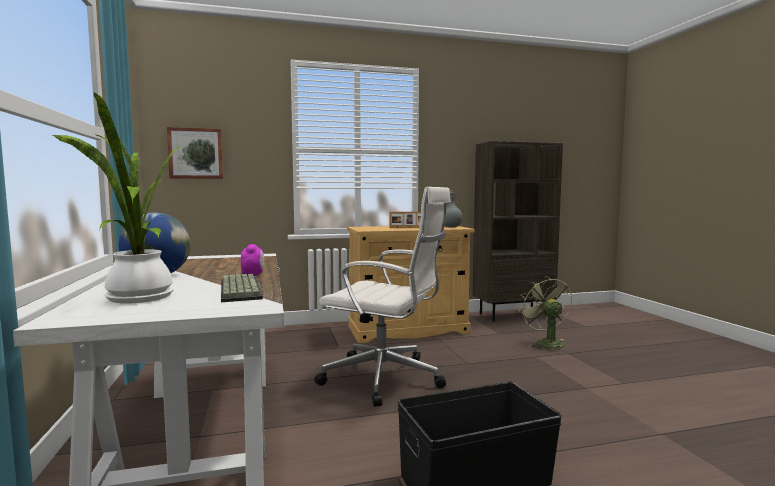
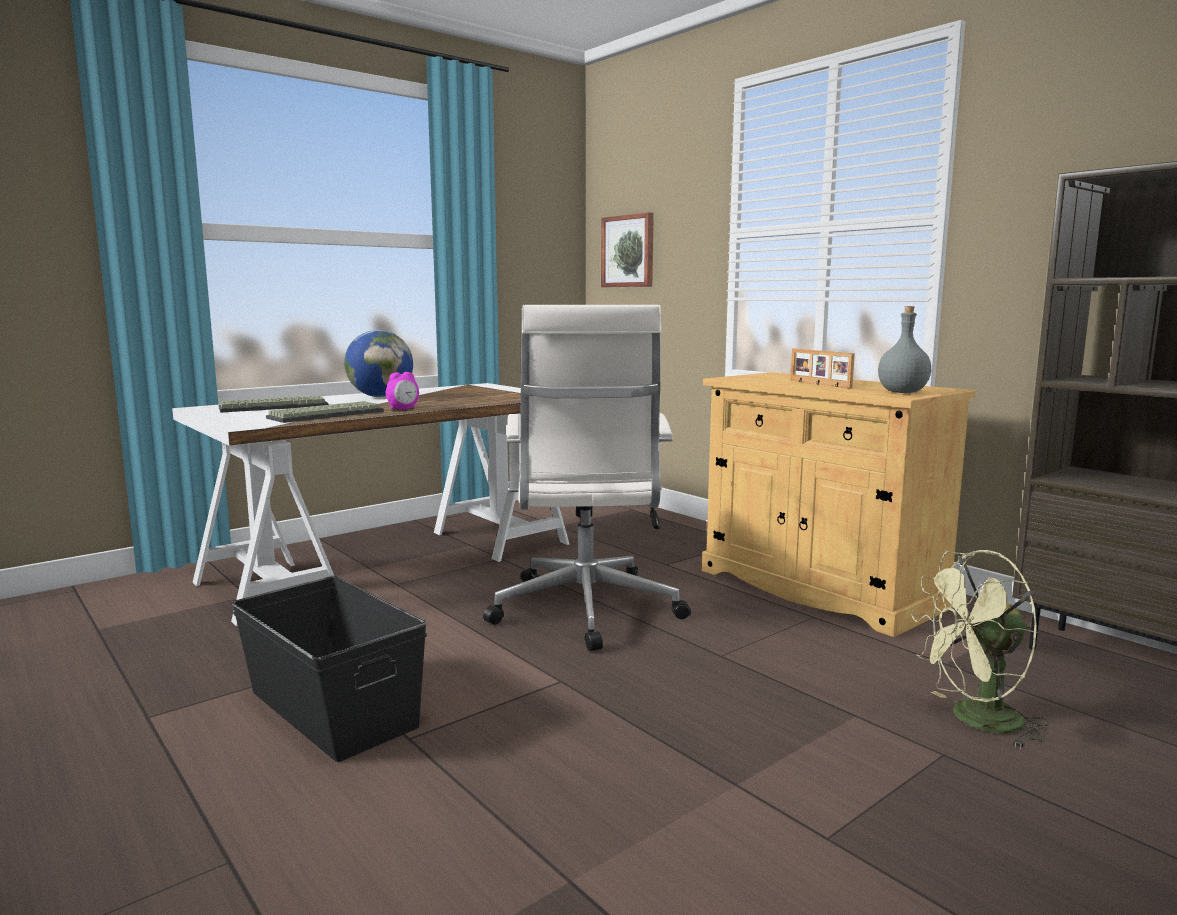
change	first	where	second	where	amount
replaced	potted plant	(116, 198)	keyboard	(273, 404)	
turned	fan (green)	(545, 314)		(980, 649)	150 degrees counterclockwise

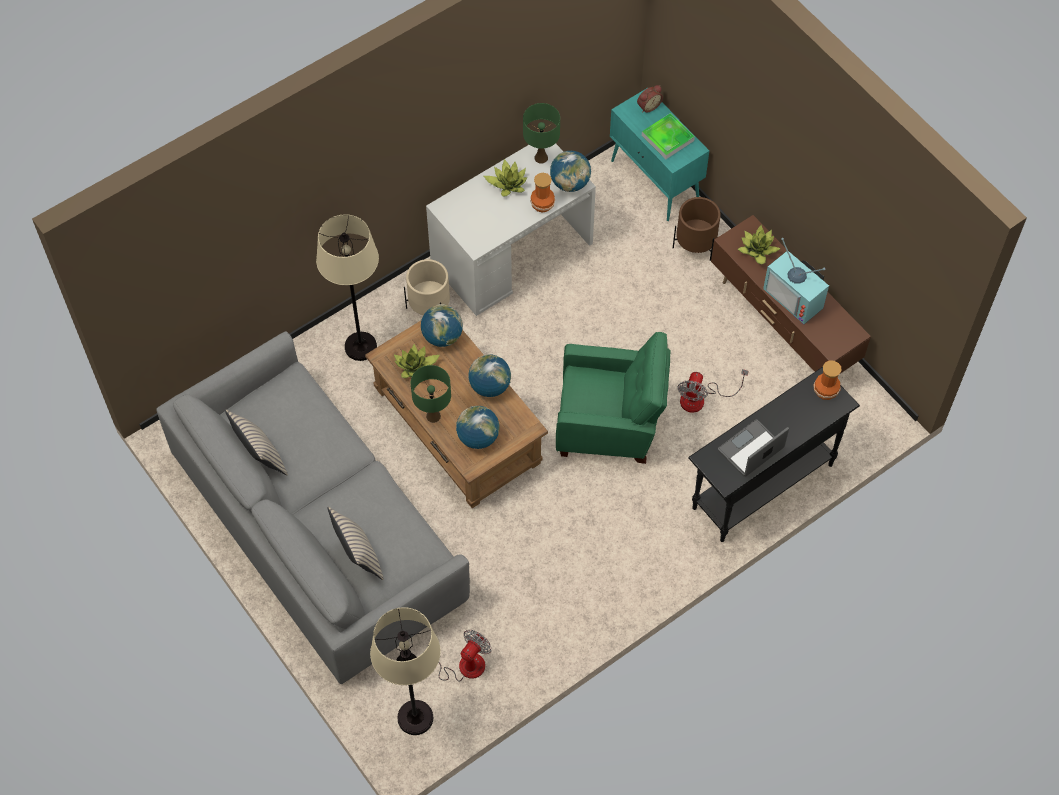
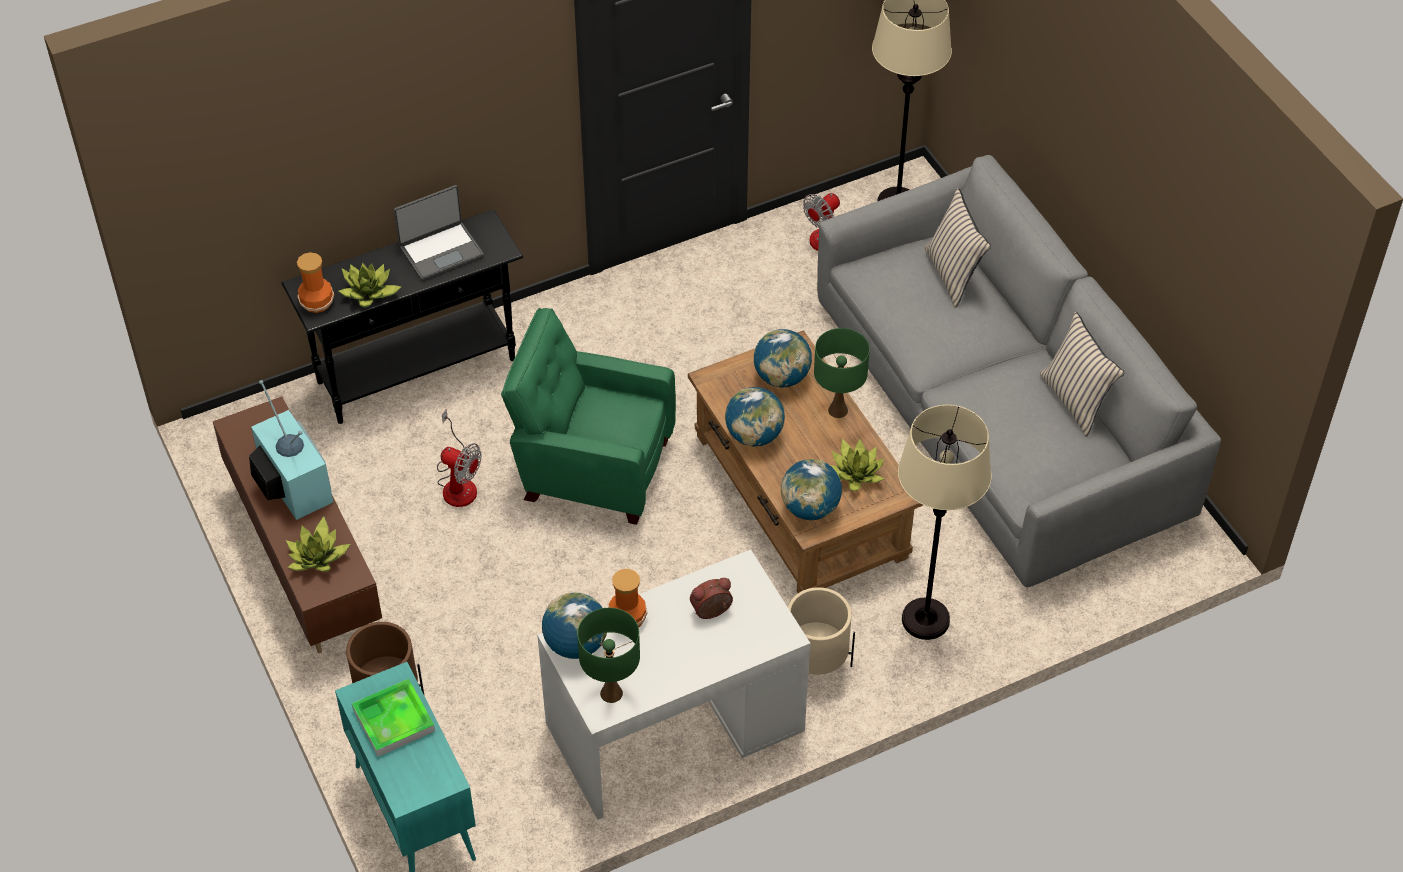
change	first	where	second	where	amount
moved	potted plant	(505, 177)		(370, 285)	
moved	alarm clock	(650, 99)		(711, 598)	
turned	fan	(712, 391)		(459, 458)	90 degrees clockwise

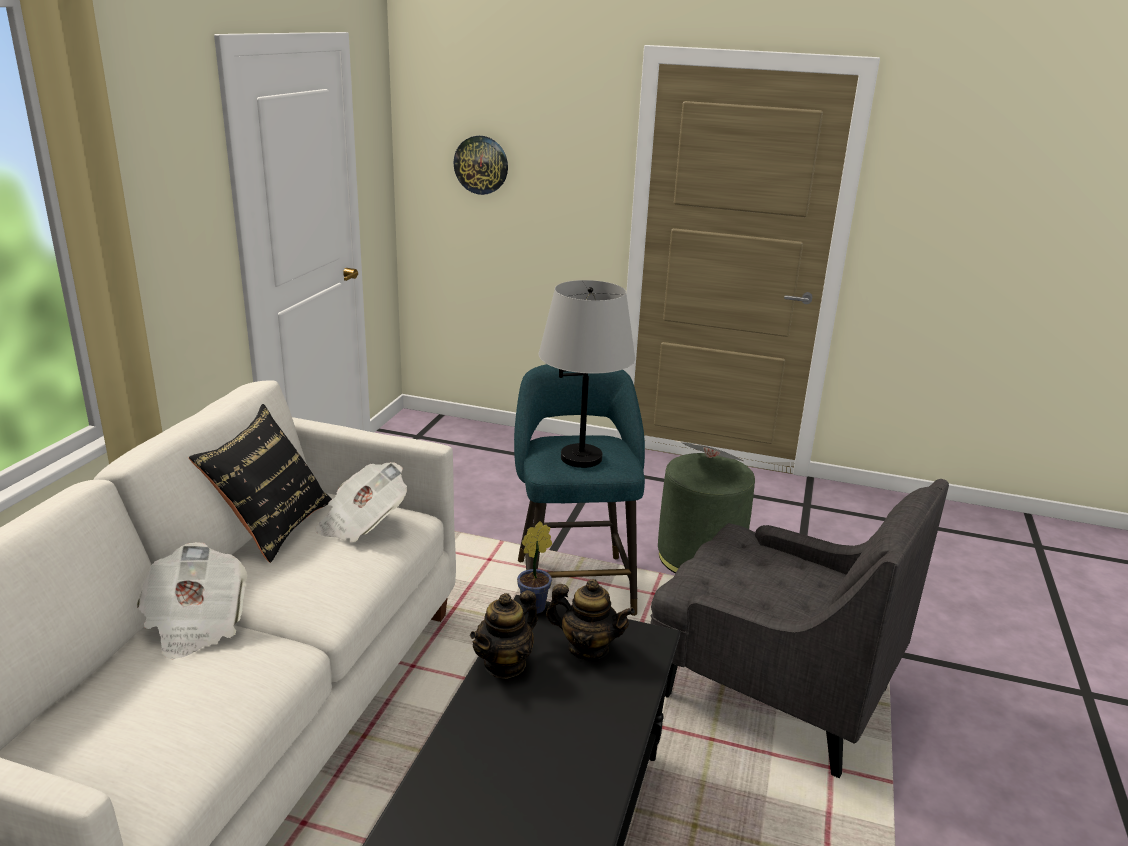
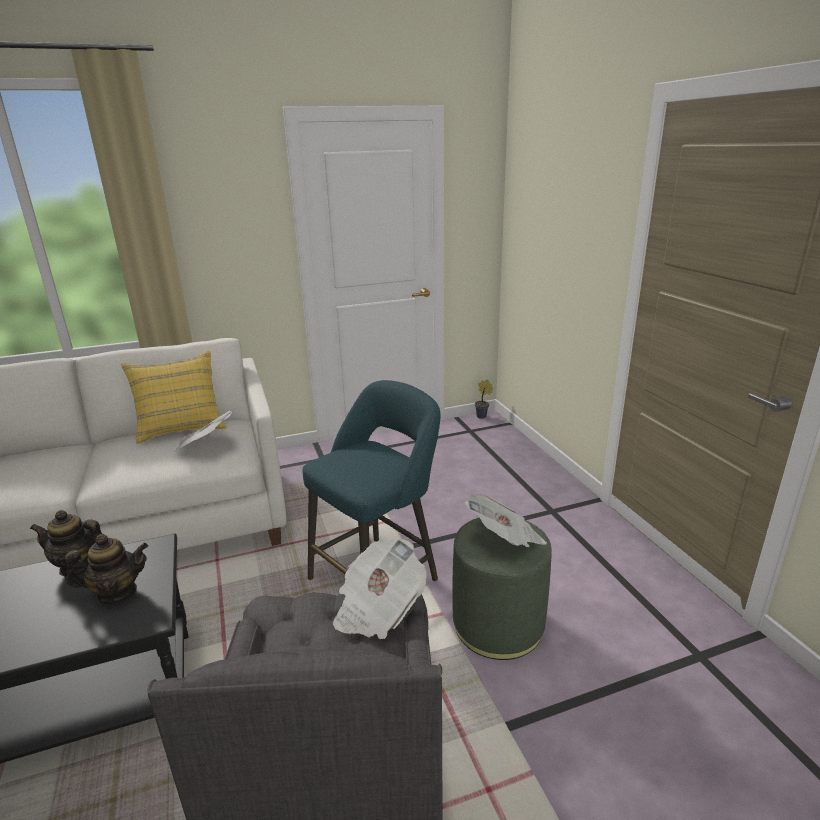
change	first	where	second	where	amount
moved	newspaper	(192, 600)		(380, 589)	
recoloured	pillow (black)	(260, 483)	pillow (yellow)	(174, 397)	
removed	wall clock	(480, 165)			
moved	potted plant	(534, 567)		(484, 399)	
removed	table lamp (grey)	(587, 374)			
turned	teapot	(590, 619)		(106, 569)	90 degrees counterclockwise

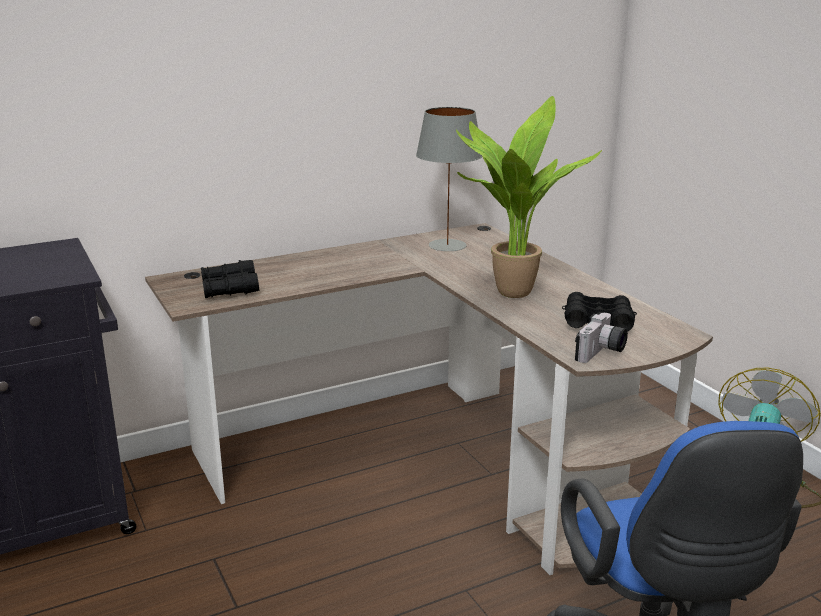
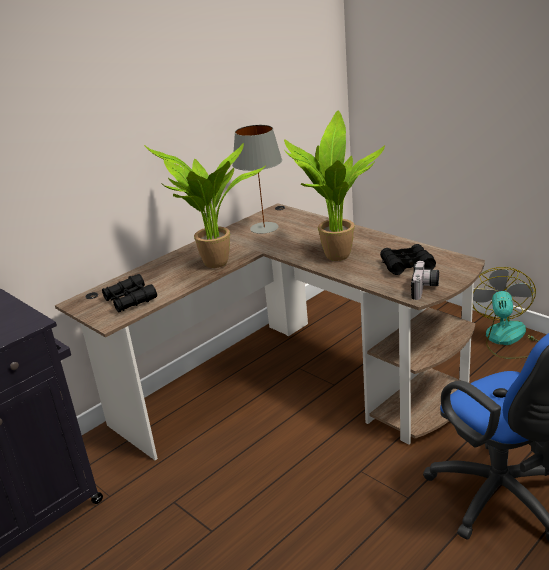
change	first	where	second	where	amount
added			potted plant	(204, 205)	

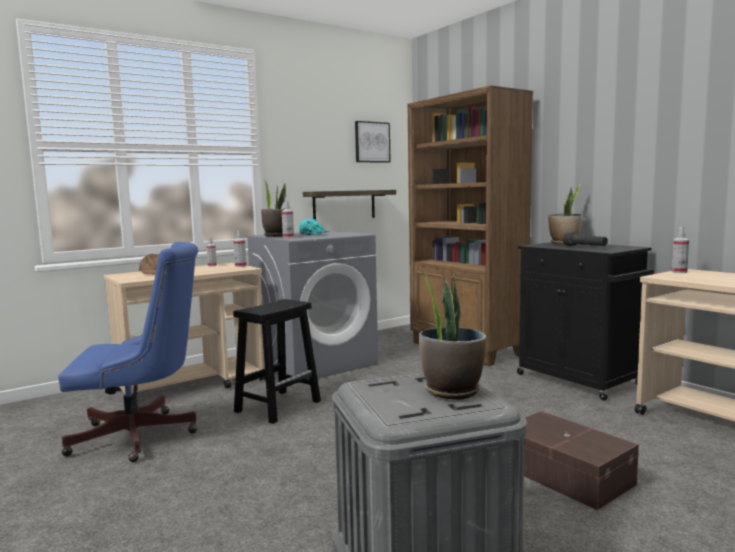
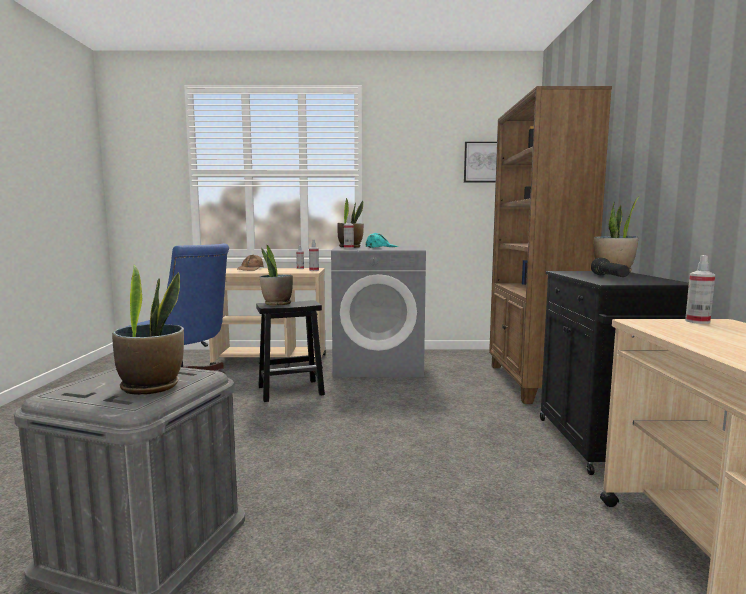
change	first	where	second	where	amount
removed	shelf	(349, 205)			
removed	storage box (brown)	(581, 460)			
added			potted plant	(276, 275)	

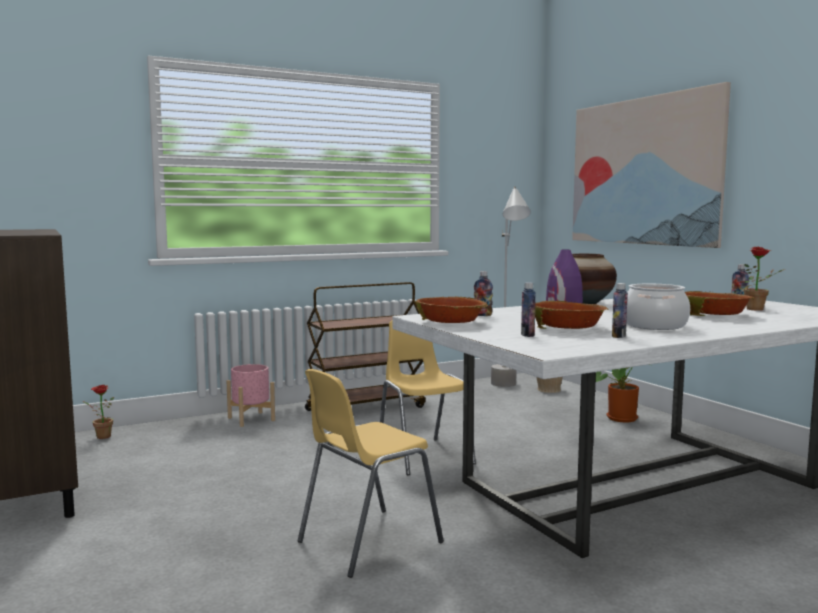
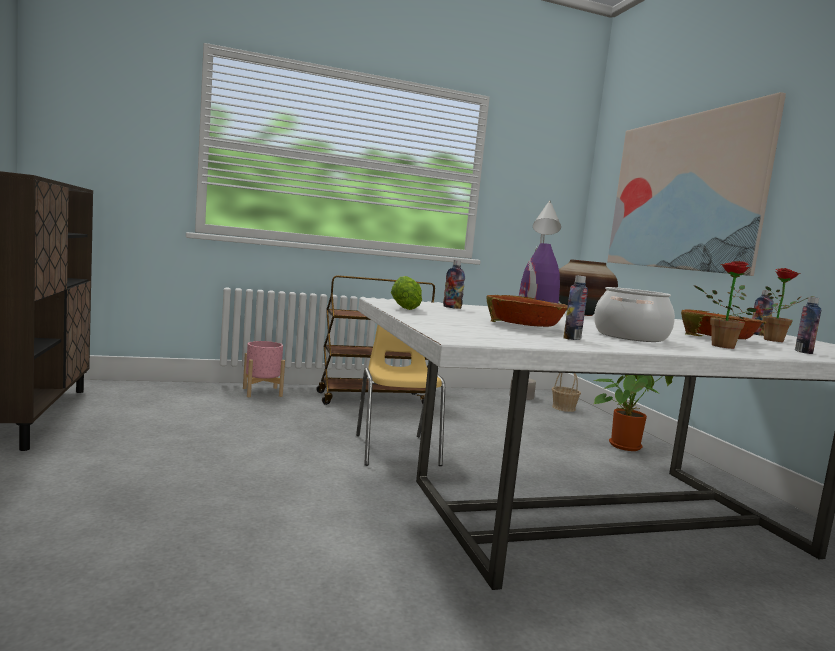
change	first	where	second	where	amount
moved	potted plant	(98, 412)		(725, 305)	
removed	chair (yellow)	(371, 473)			
replaced	bowl	(451, 310)	lettuce	(406, 293)	
moved	bottle	(528, 309)		(808, 325)	

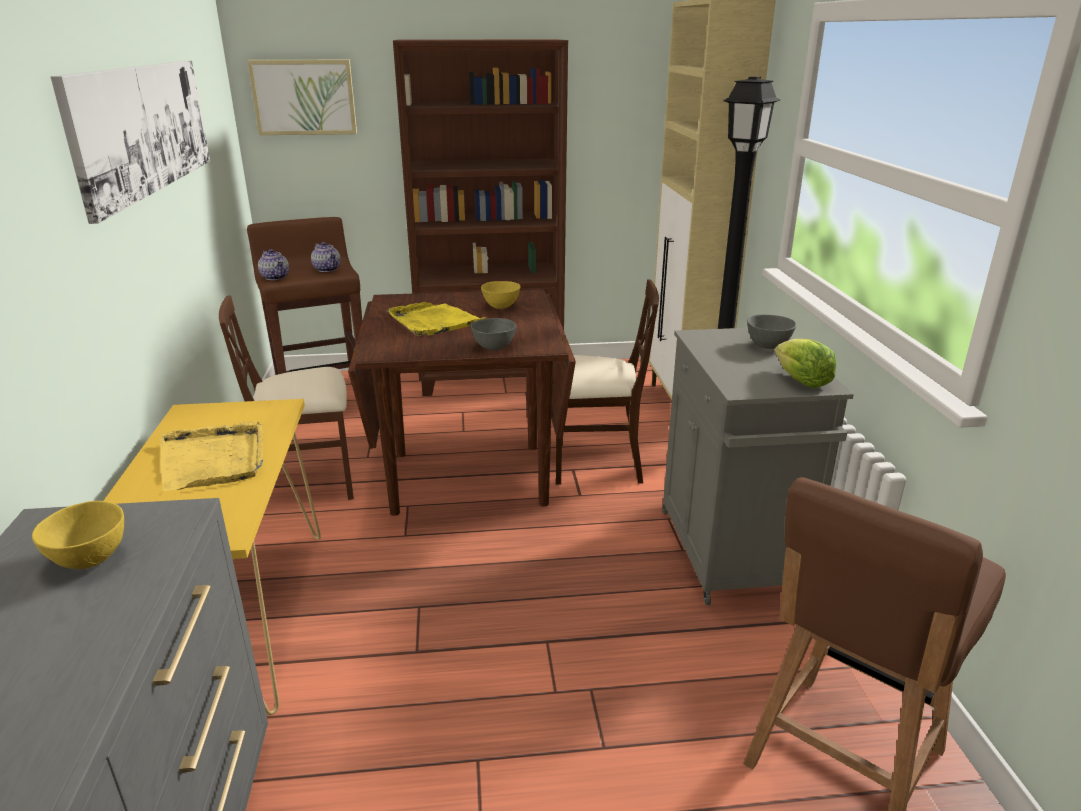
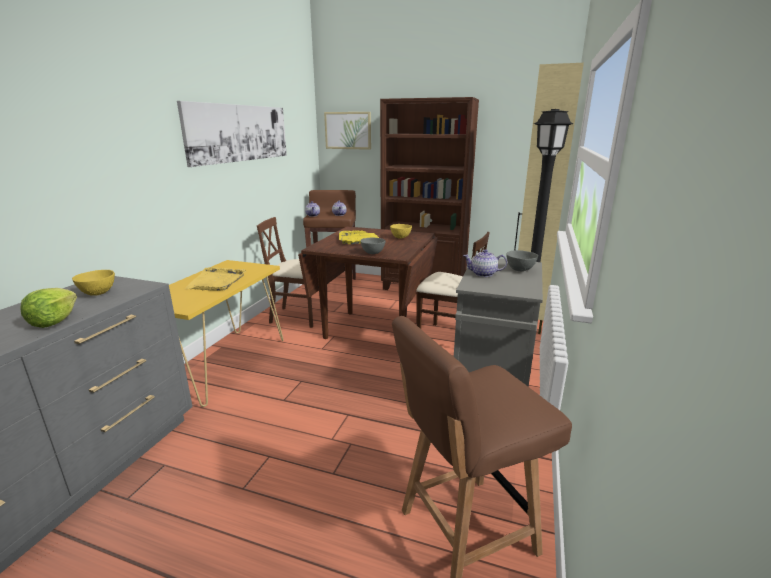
change	first	where	second	where	amount
moved	lettuce	(805, 363)		(49, 308)	
added			teapot	(485, 263)	

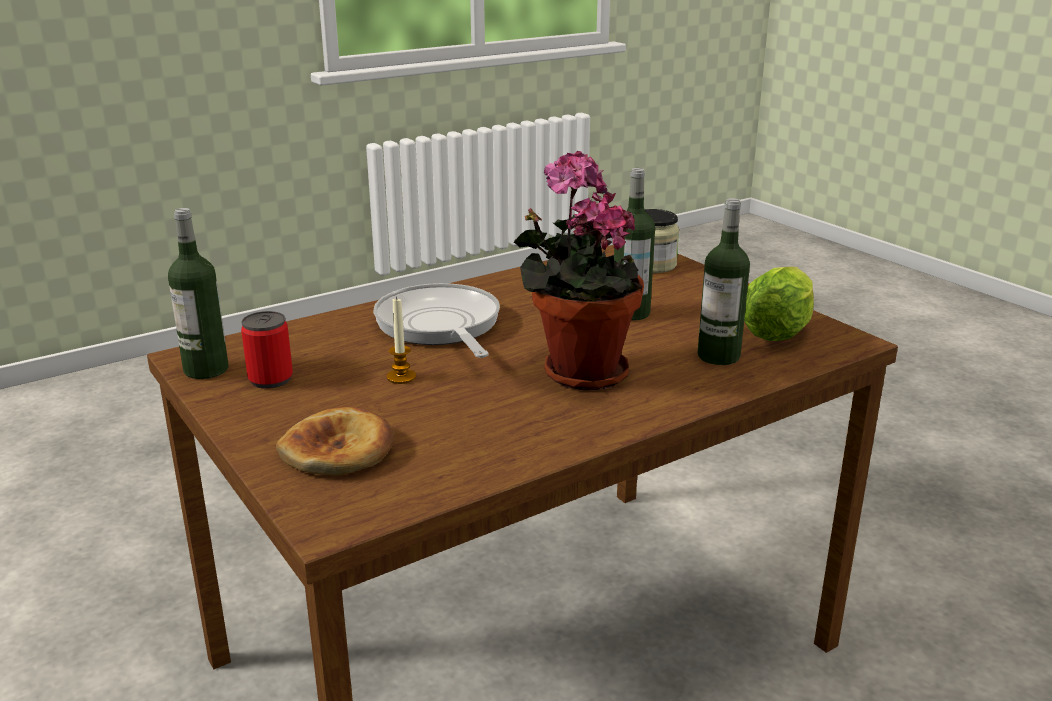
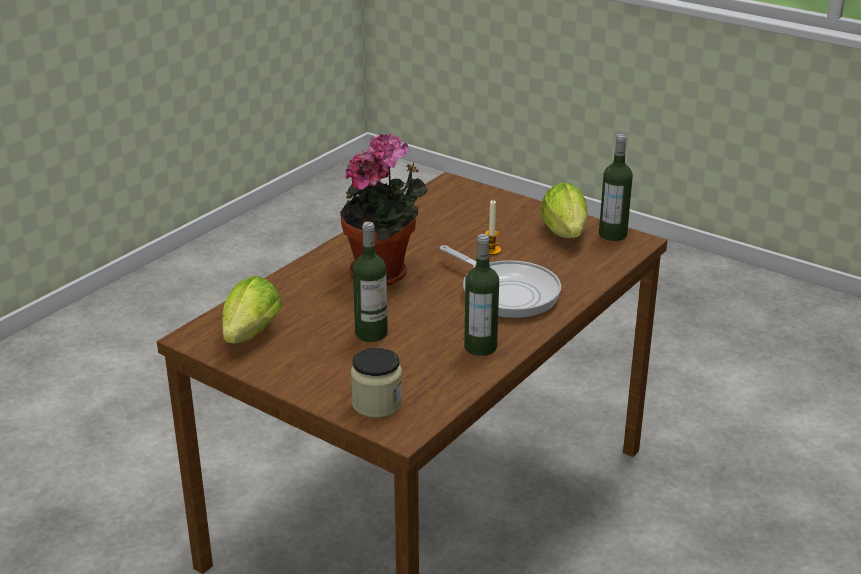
change	first	where	second	where	amount
replaced	can	(267, 350)	lettuce	(564, 210)	
removed	bread	(335, 441)			
moved	bottle	(724, 281)		(481, 295)	

